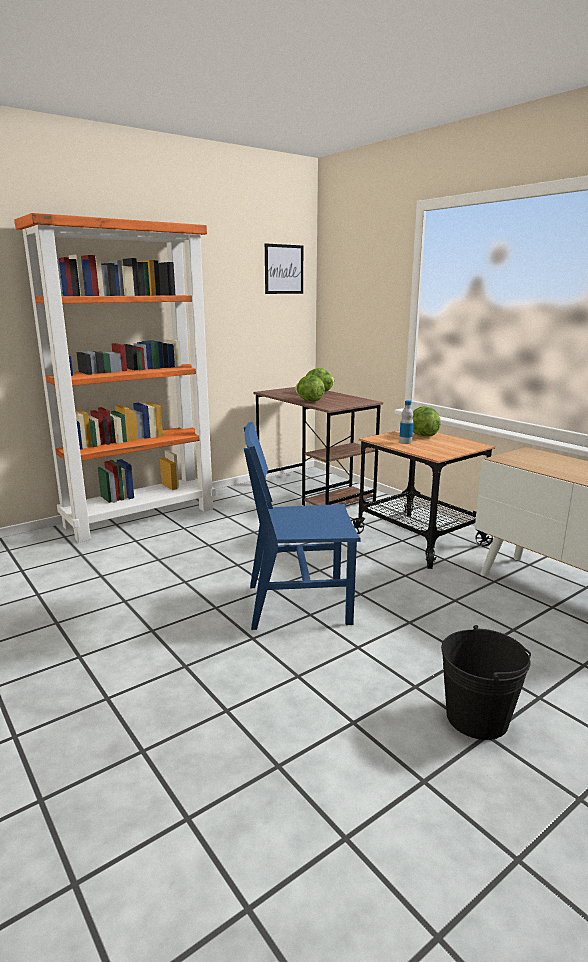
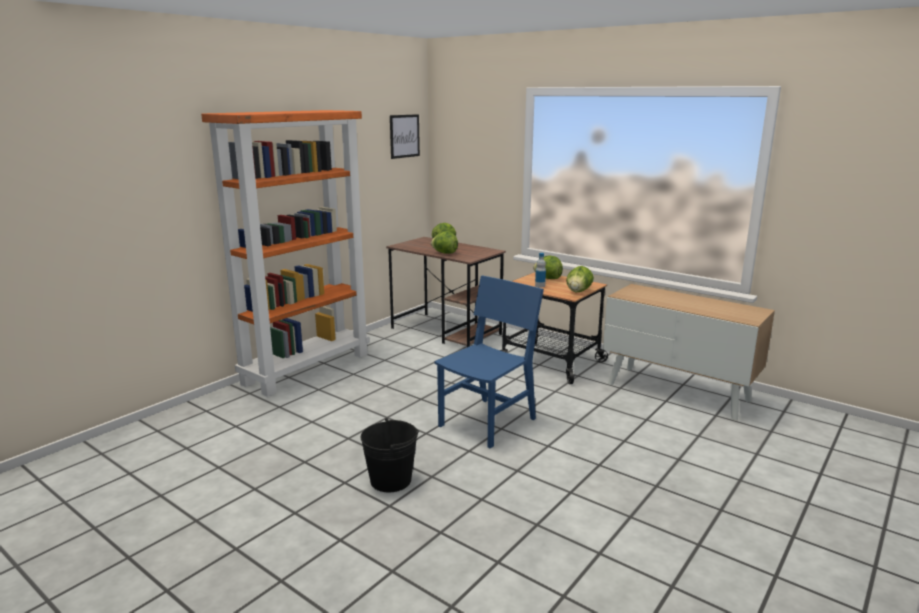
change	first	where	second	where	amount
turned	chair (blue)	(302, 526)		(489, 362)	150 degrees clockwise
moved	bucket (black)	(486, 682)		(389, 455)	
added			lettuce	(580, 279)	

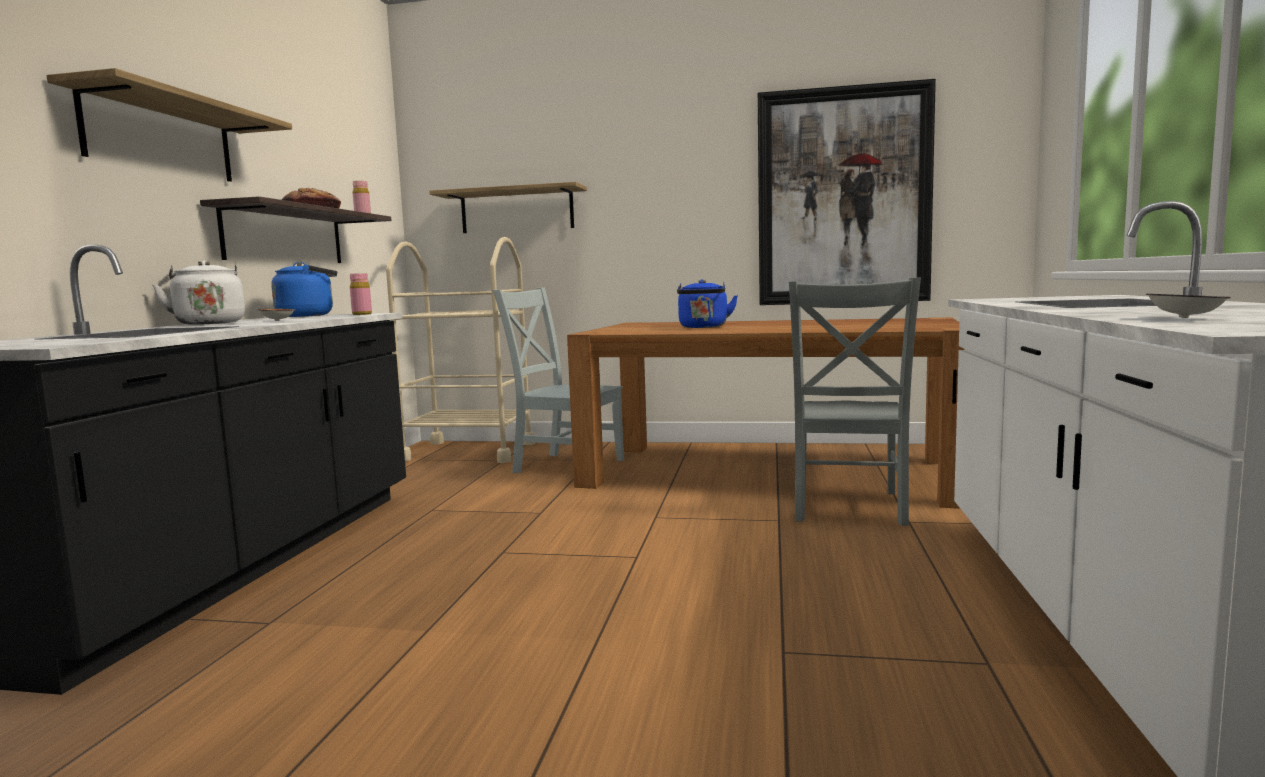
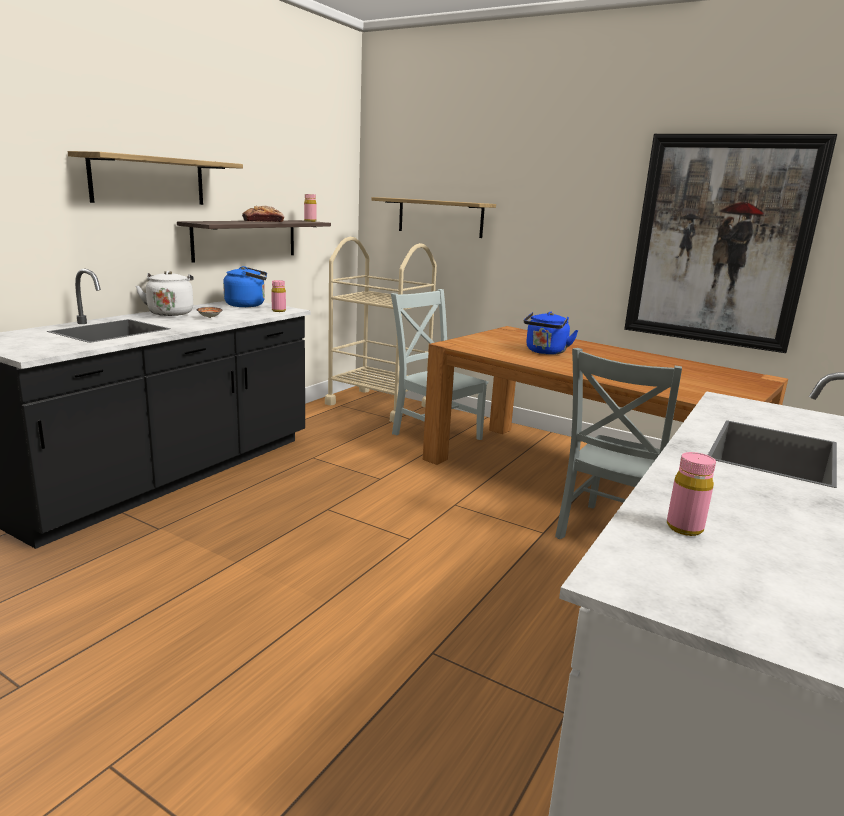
change	first	where	second	where	amount
replaced	bowl	(1188, 306)	bottle (pink)	(691, 494)	

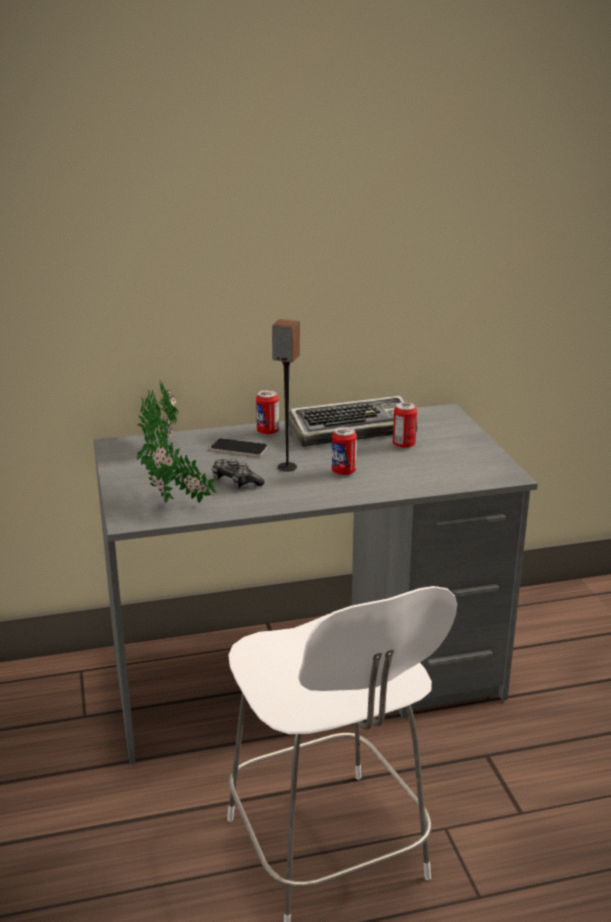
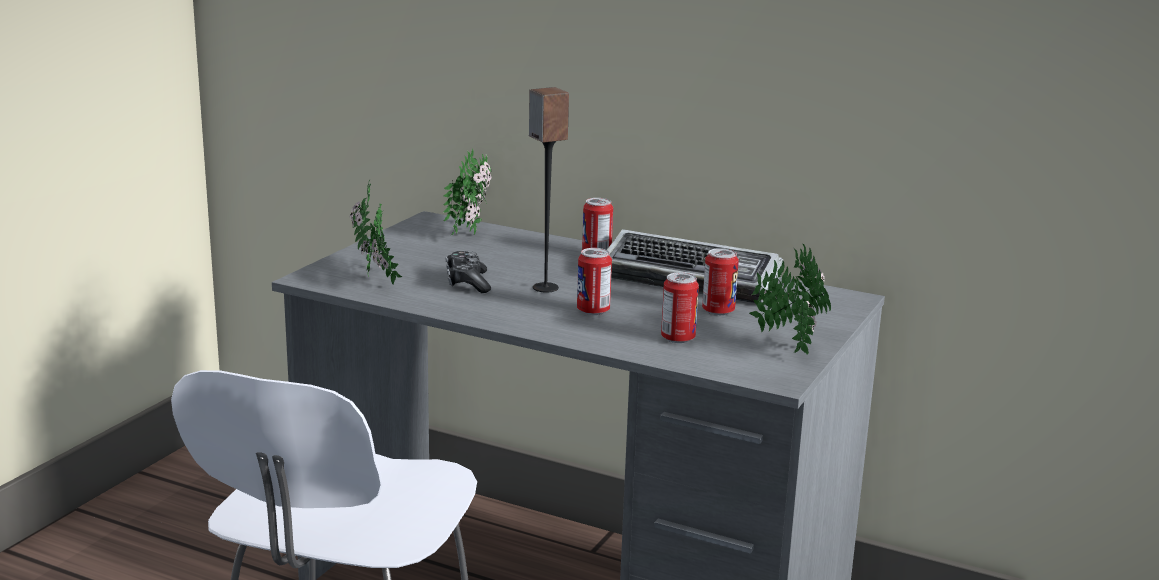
change	first	where	second	where	amount
removed	phone	(239, 447)			
added			can	(680, 307)	
added			potted plant	(790, 299)	

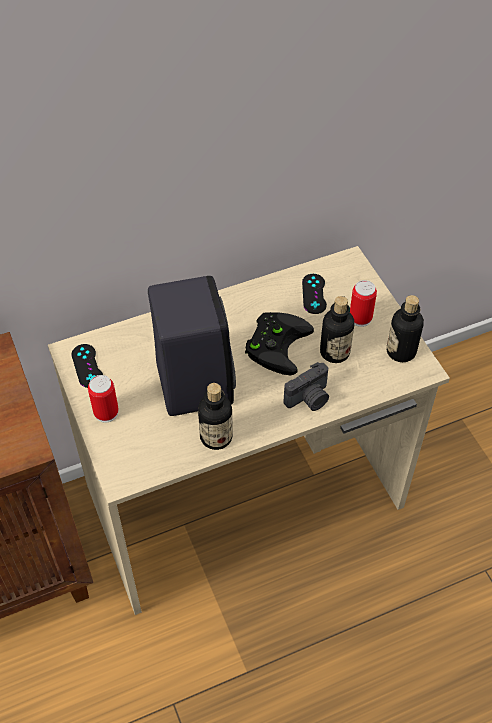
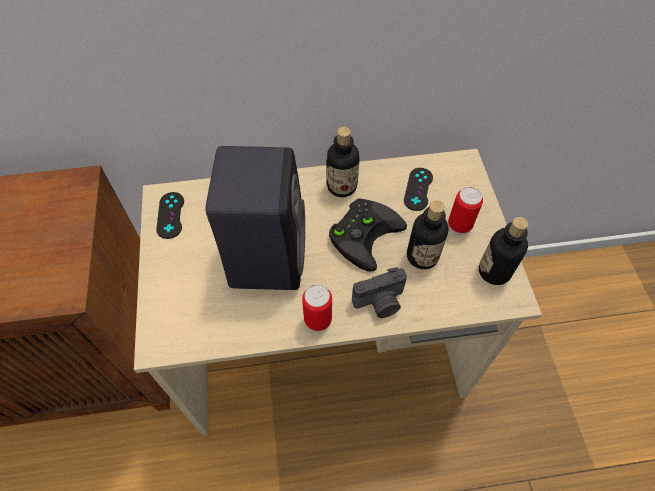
change	first	where	second	where	amount
moved	can	(103, 399)		(317, 308)	
moved	bottle	(215, 416)		(343, 162)	

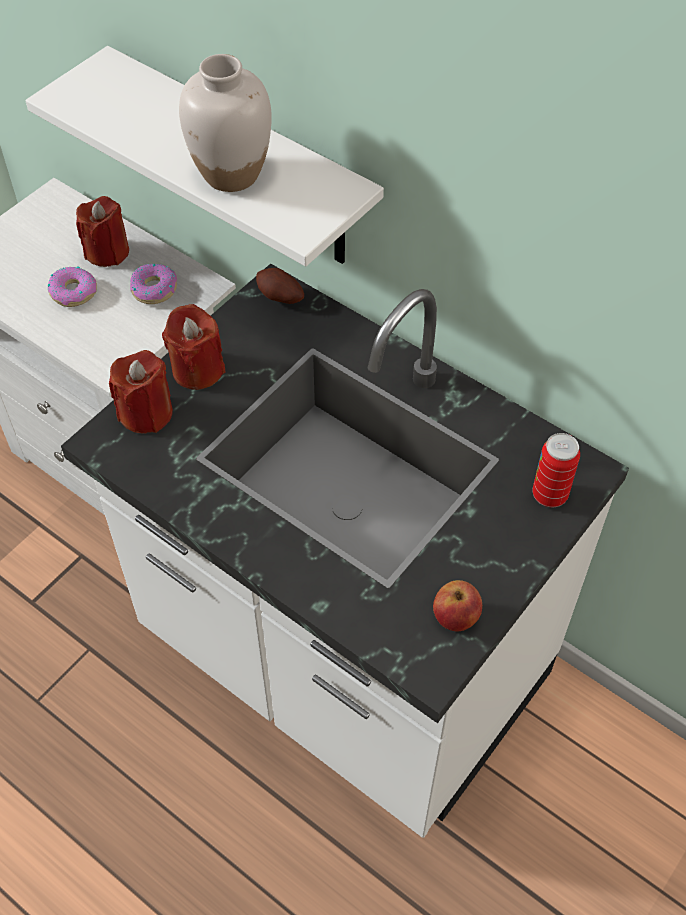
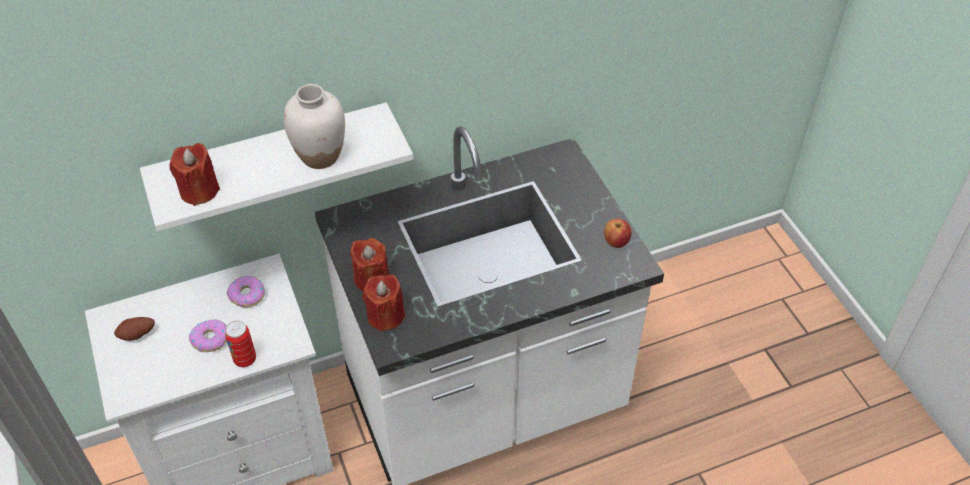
change	first	where	second	where	amount
moved	candle (red)	(102, 231)		(194, 174)	
moved	potato	(280, 286)		(134, 329)	
moved	can	(556, 470)		(240, 343)	

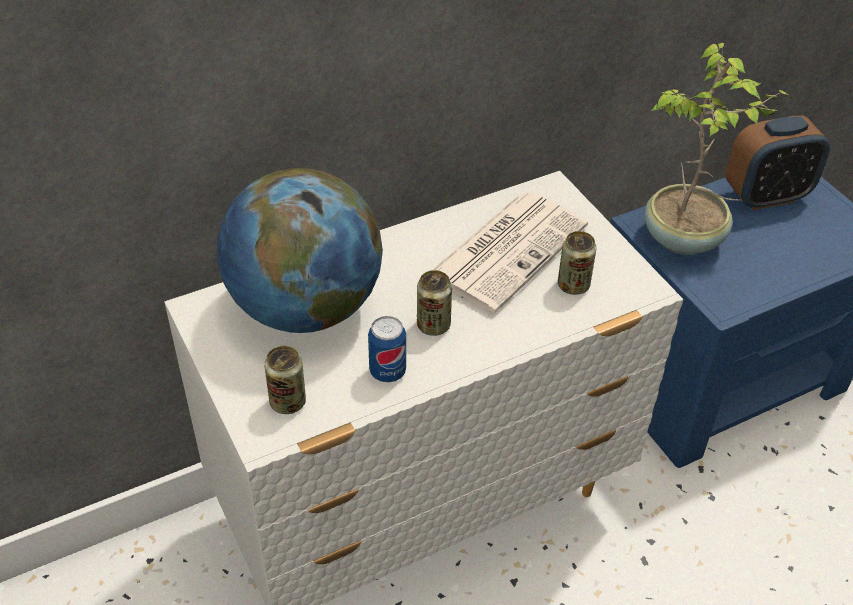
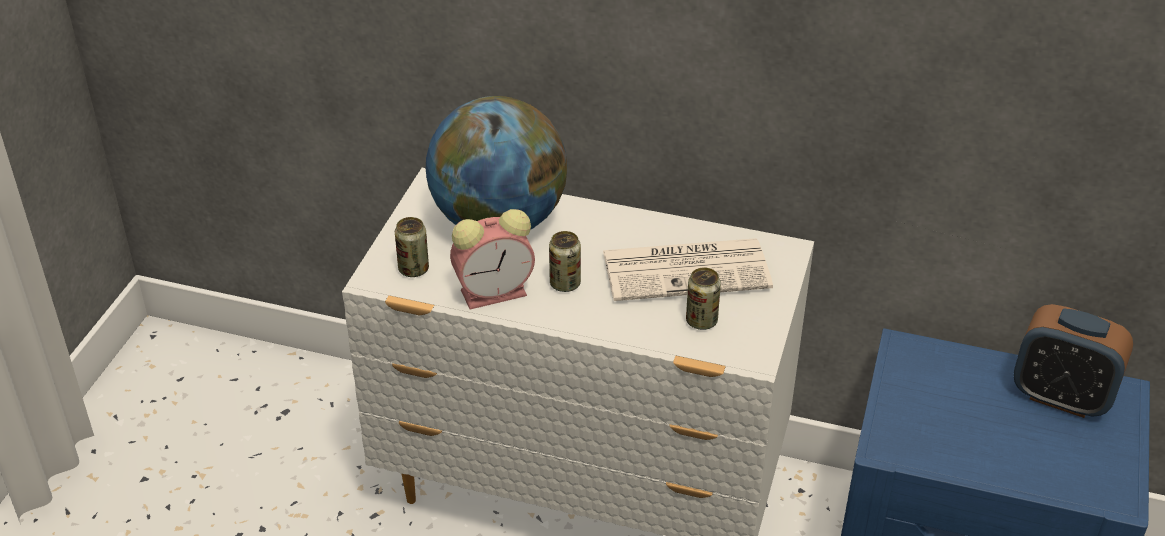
change	first	where	second	where	amount
replaced	can	(387, 349)	alarm clock	(492, 259)	
removed	potted plant	(718, 149)			

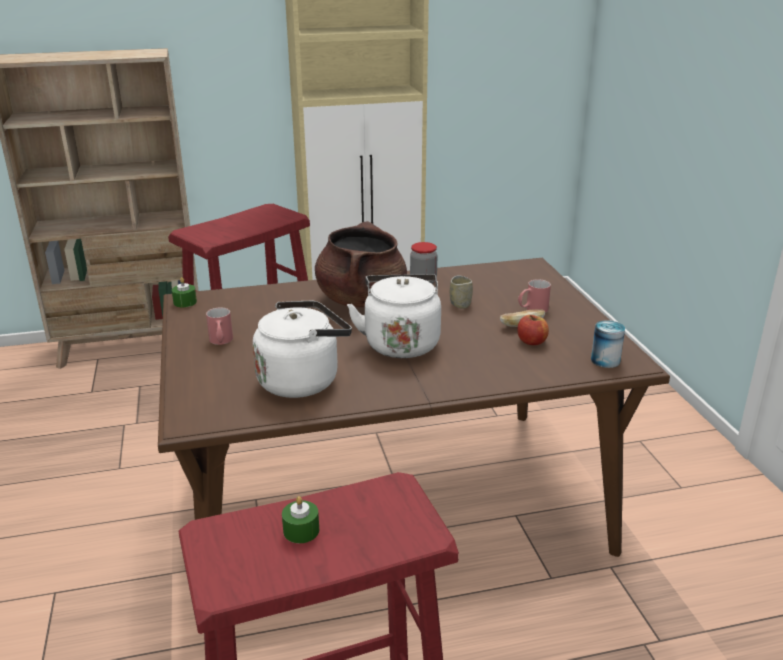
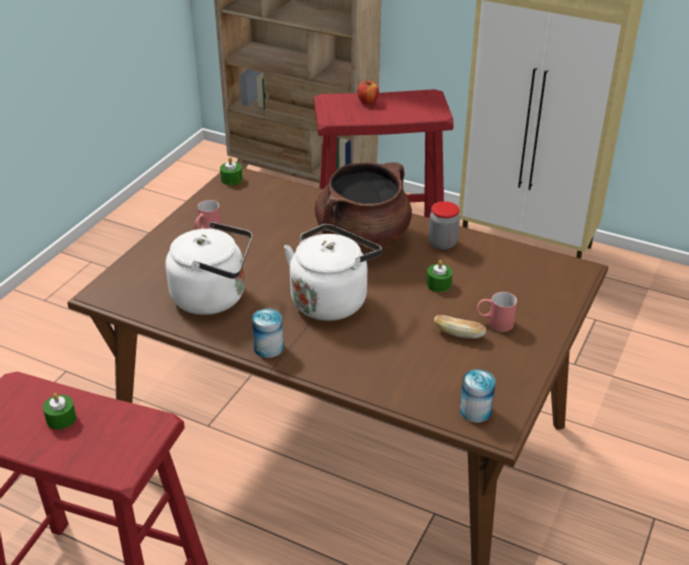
change	first	where	second	where	amount
replaced	cup	(461, 292)	candle (green)	(439, 276)	
moved	apple	(533, 330)		(368, 92)	
added			can	(267, 333)	

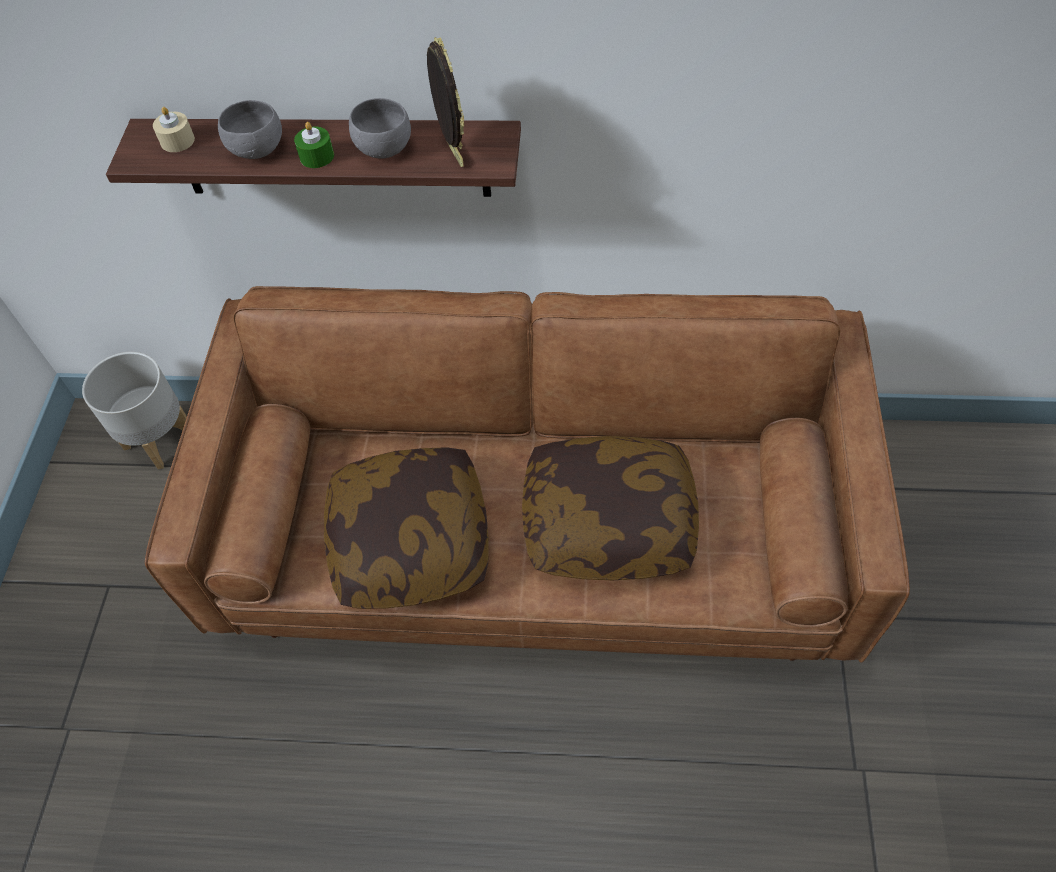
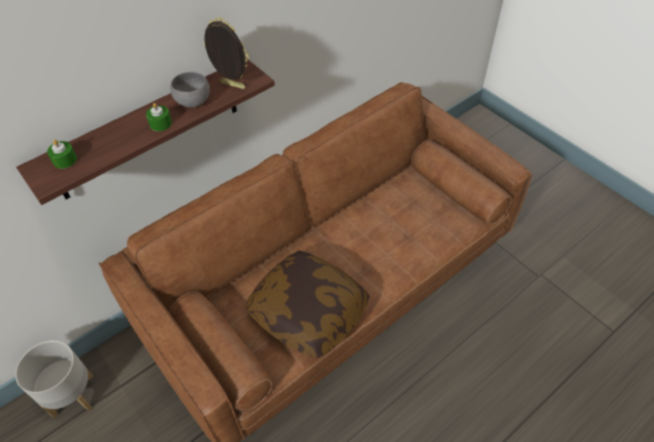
change	first	where	second	where	amount
recoloured	candle (beige)	(174, 129)	candle (green)	(62, 154)	
removed	bowl (grey)	(250, 129)			
removed	pillow	(610, 508)			

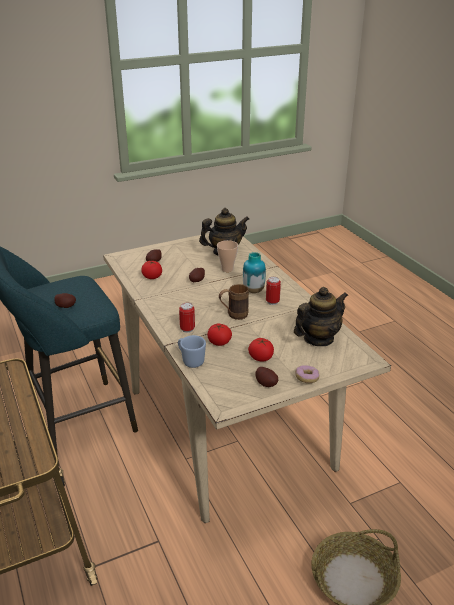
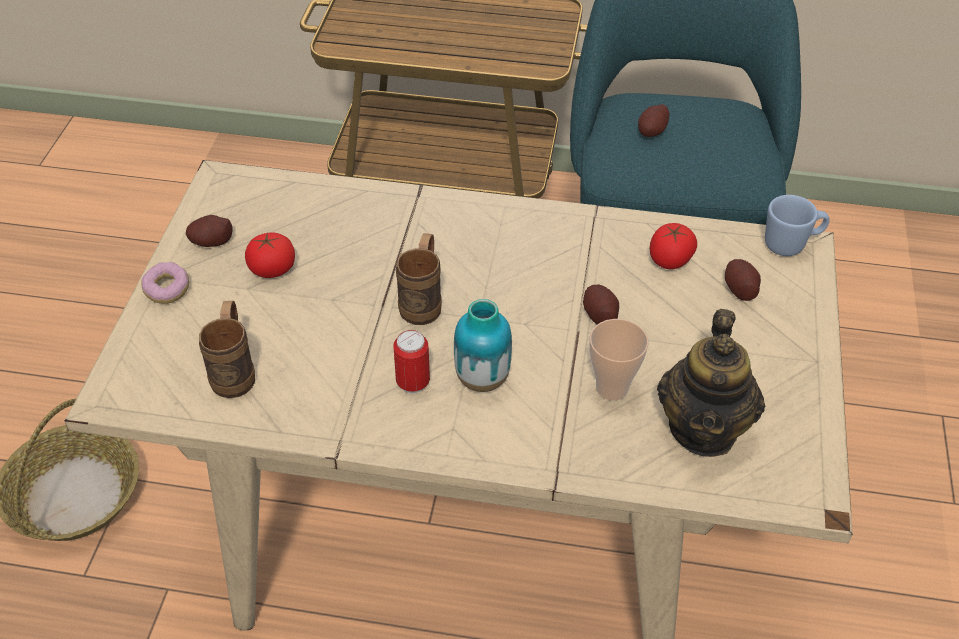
change	first	where	second	where	amount
moved	mug (blue)	(192, 351)		(797, 225)	
removed	can	(187, 318)			
removed	tomato	(219, 335)			
replaced	teapot	(321, 316)	mug (brown)	(227, 349)	

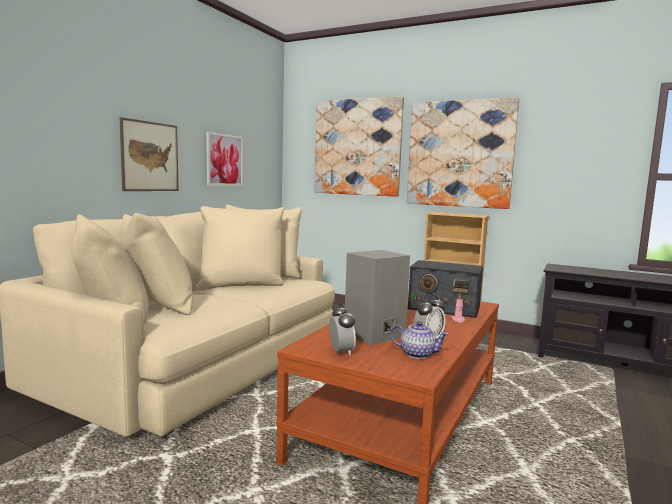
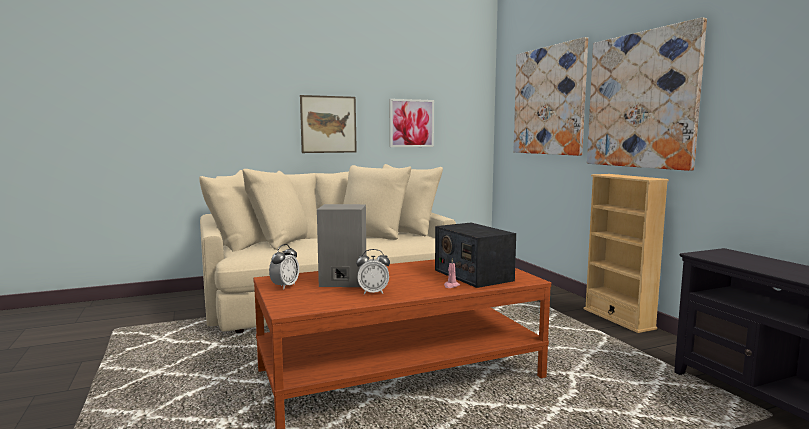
change	first	where	second	where	amount
removed	teapot	(419, 340)			

